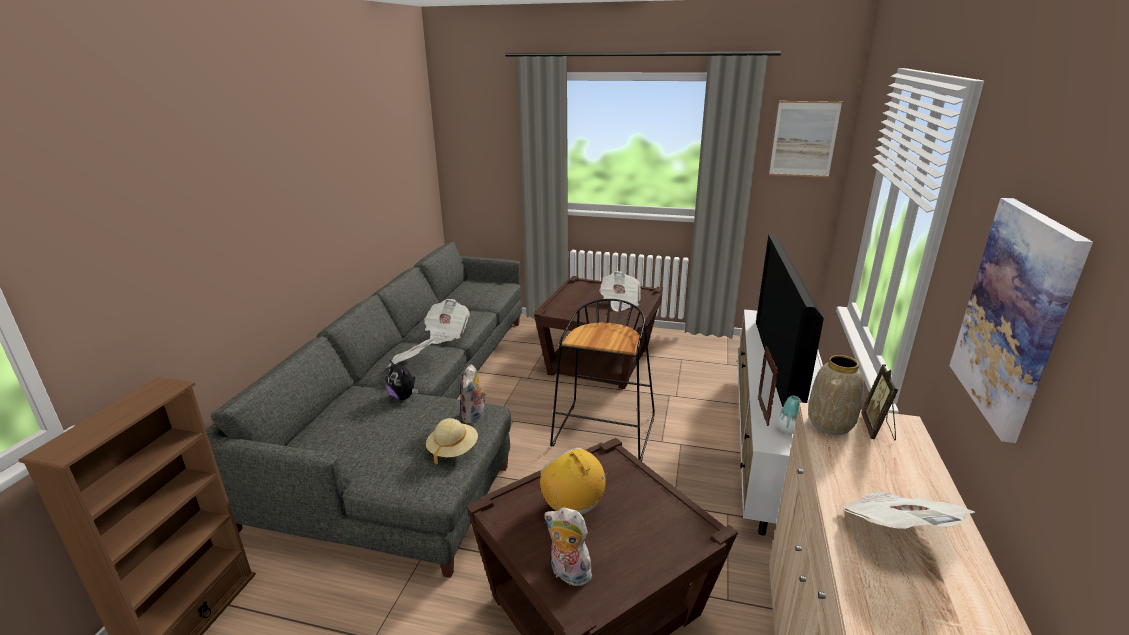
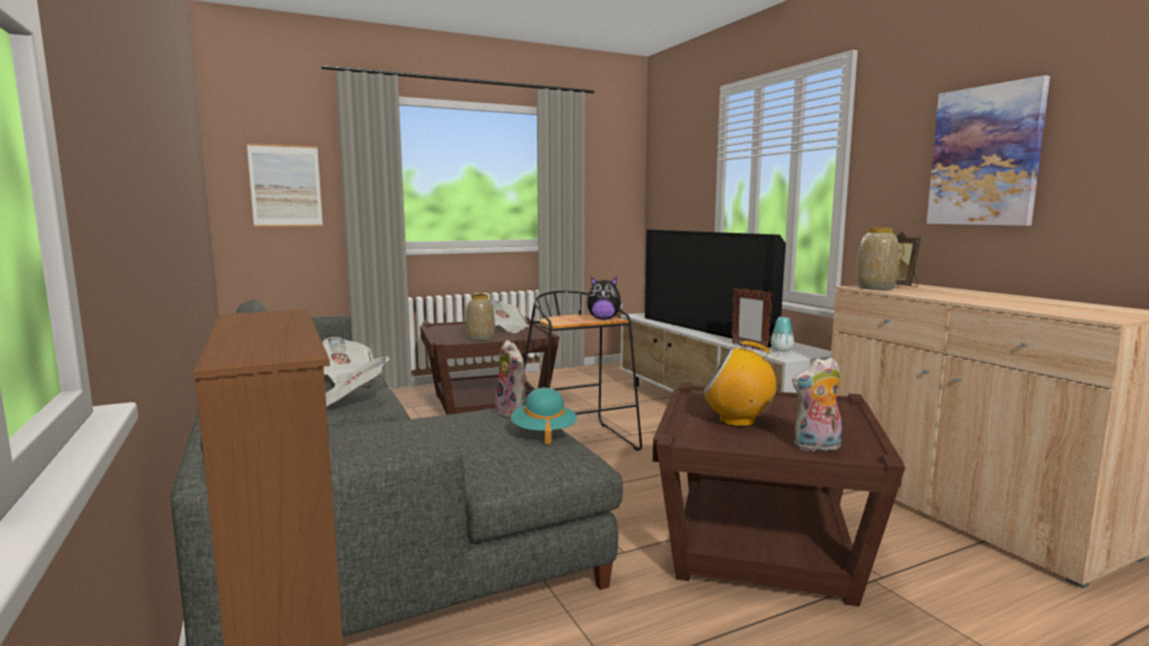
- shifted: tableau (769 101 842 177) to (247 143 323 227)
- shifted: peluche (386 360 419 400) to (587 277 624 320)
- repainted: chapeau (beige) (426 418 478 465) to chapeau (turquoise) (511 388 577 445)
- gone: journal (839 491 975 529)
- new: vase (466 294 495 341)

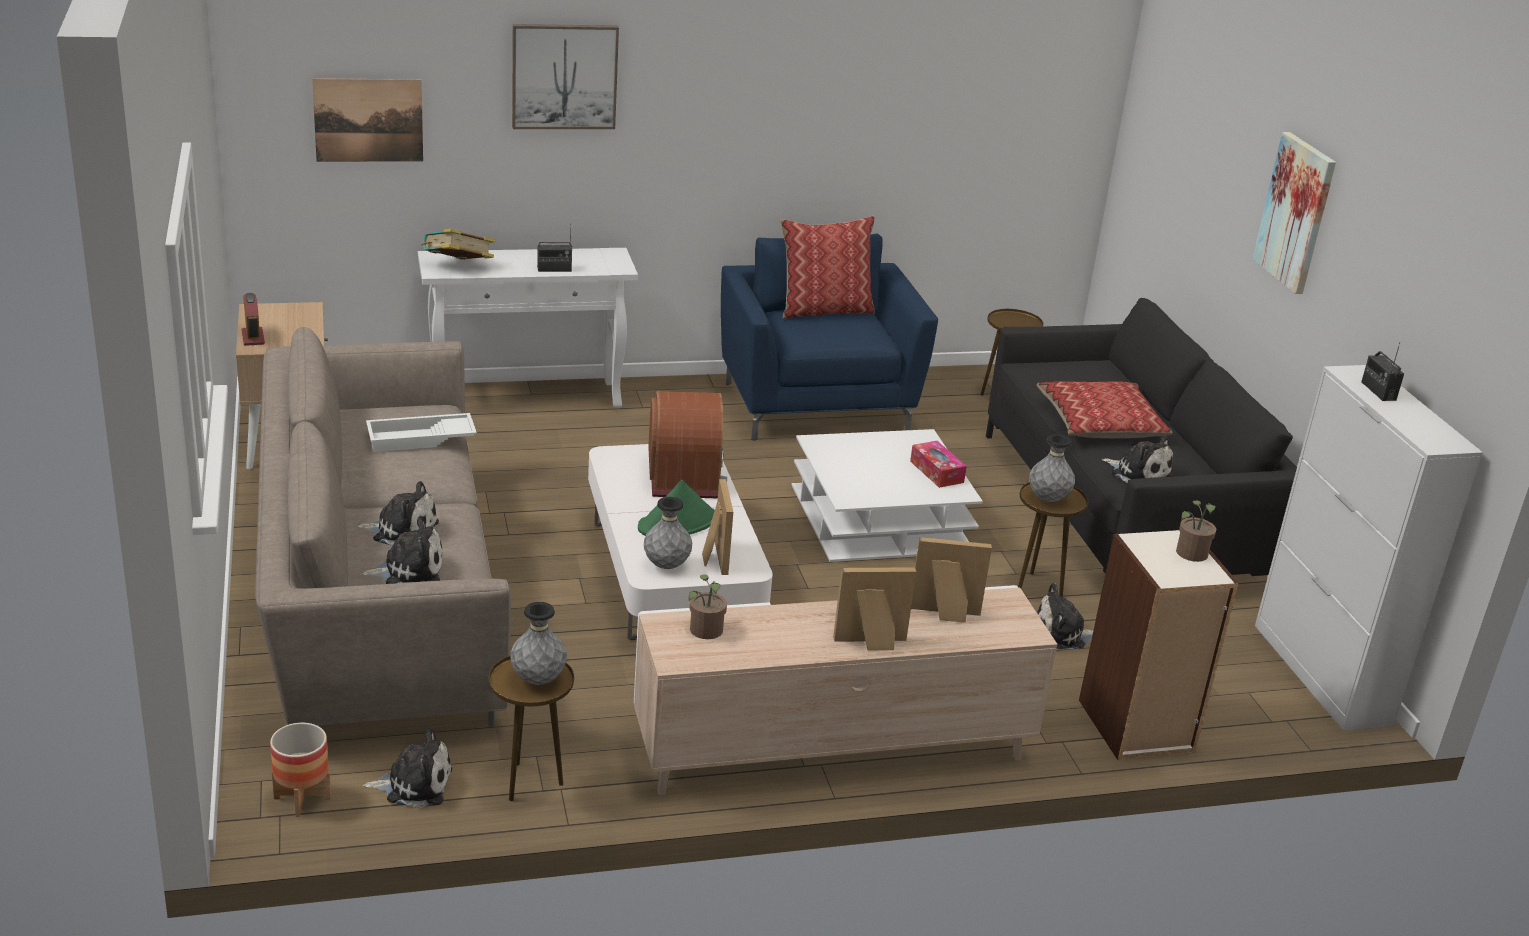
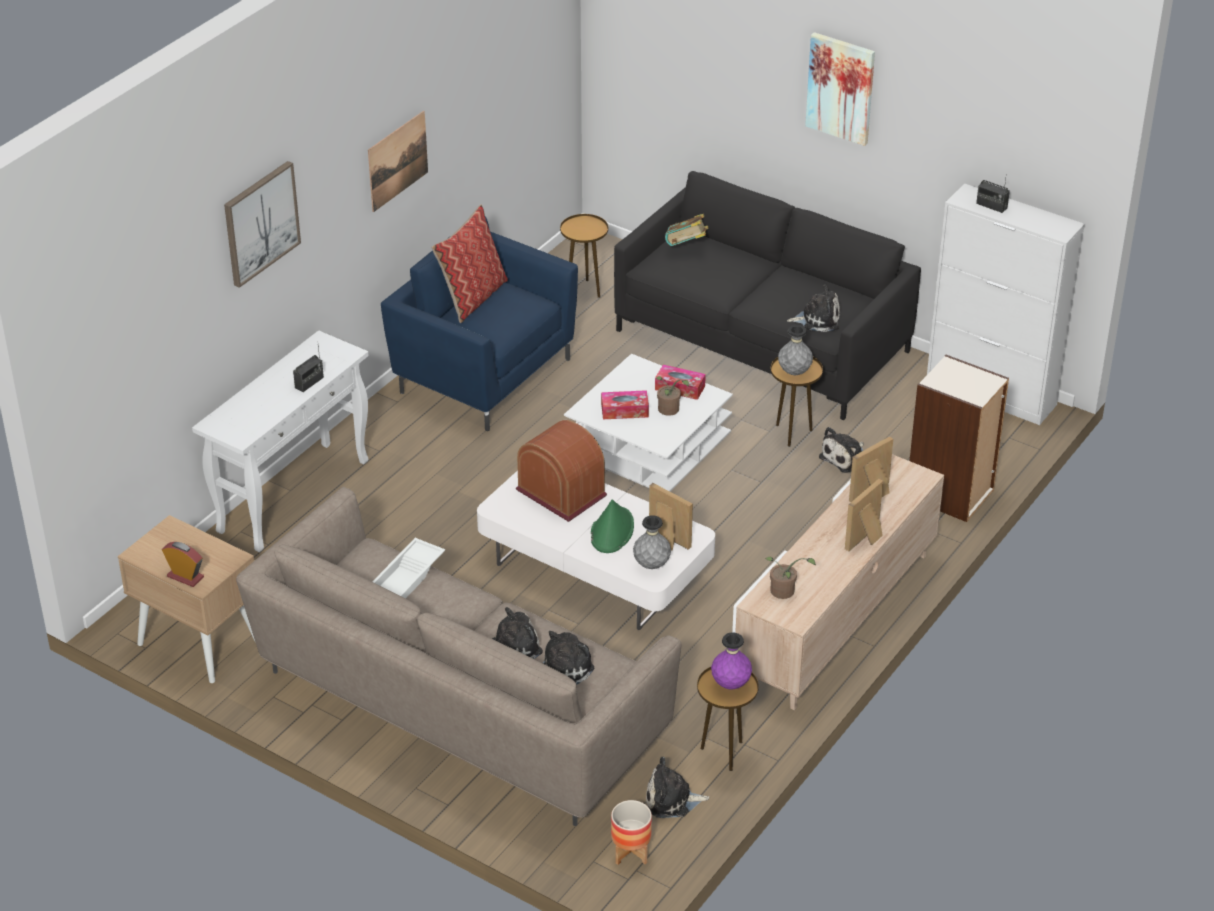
- shifted: tableau (312 78 423 162) to (368 111 428 212)
- shifted: livre (422 229 495 259) to (665 214 708 246)
- gone: coussin (1037 381 1172 438)
- shifted: plante en pot (1176 501 1216 562) to (656 376 689 416)
- repainted: vase (gris) (510 602 567 685) to vase (violet) (711 632 752 689)
- rotated: peluche (363 728 452 808) = (646 757 709 818) 135 degrees counterclockwise
- new: boîte à mouchoirs (601 390 649 419)

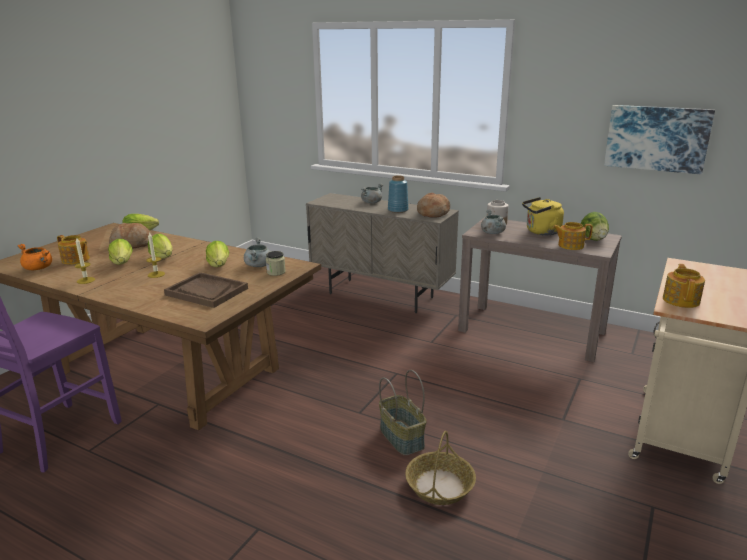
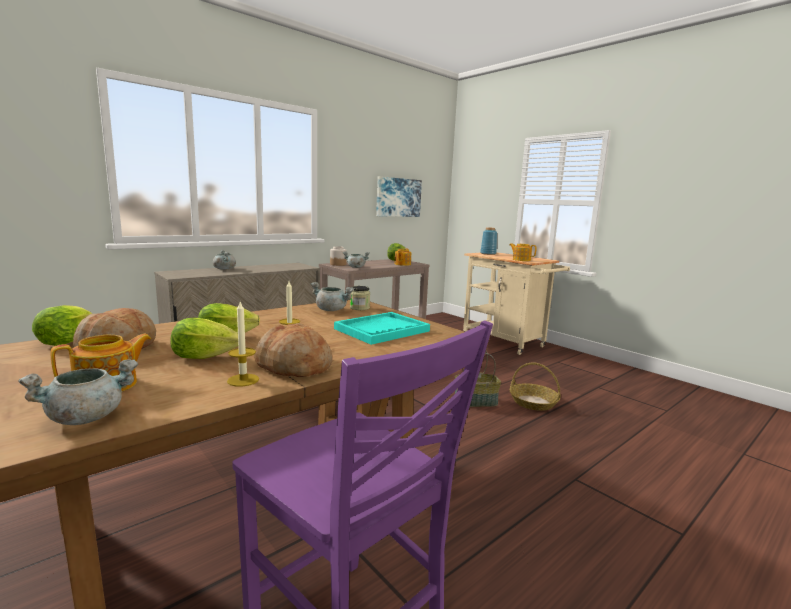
- shifted: vase (bleu) (388 176 409 213) to (480 227 497 255)
- shifted: pain (417 193 450 218) to (254 323 333 377)
- gone: bouilloire (jaune) (522 197 564 235)
- gone: laitue (206 241 229 267)
- repainted: marmite (orange) (17 244 52 270) to marmite (gris) (18 359 138 425)
- repainted: plateau (marron) (164 272 248 308) to plateau (turquoise) (334 312 430 345)

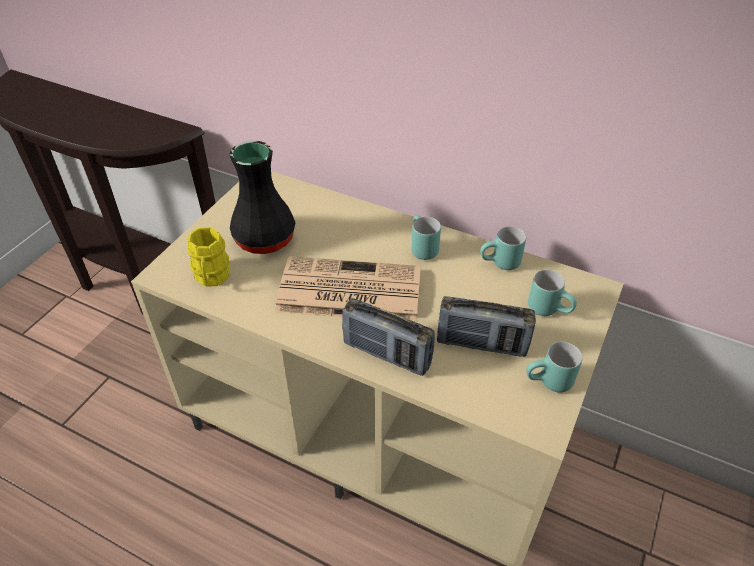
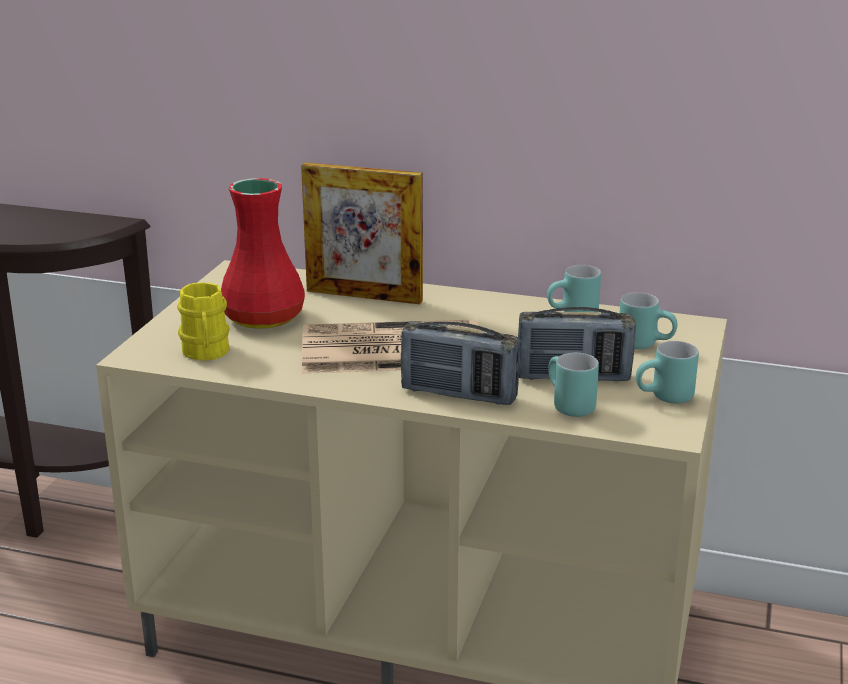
- repainted: vase (noir) (229 141 295 254) to vase (rouge) (221 178 305 329)
- shifted: mug (turquoise) (411 215 441 260) to (548 353 599 417)
- new: cadre photo (301 162 423 304)

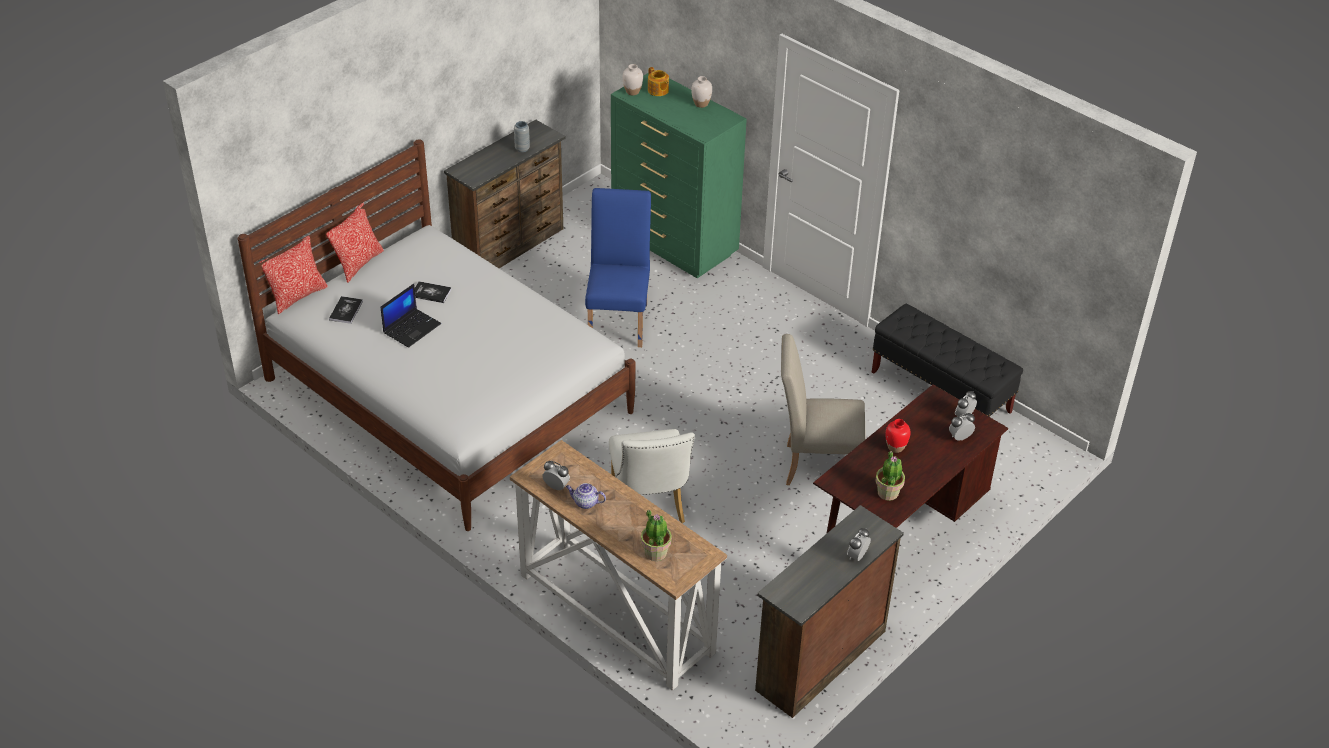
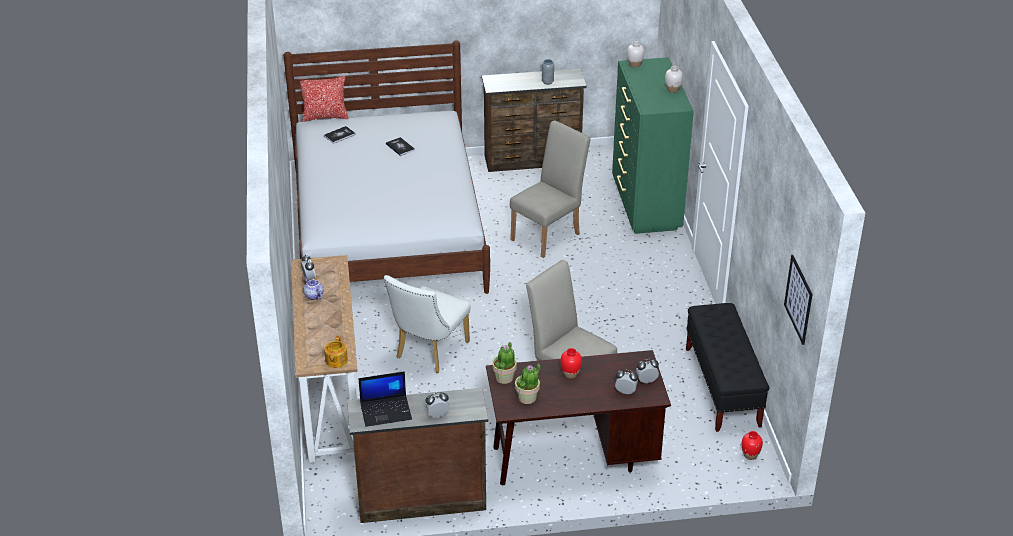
- shifted: théière (648 67 669 96) to (324 335 348 368)
- repainted: chaise (bleu) (585 188 651 347) to chaise (beige) (510 121 591 258)
- gone: coussin (326 203 384 283)
- shifted: ordinateur portable (381 284 441 348) to (358 371 412 427)
- shifted: plante en pot (641 510 672 561) to (492 342 517 384)
- new: tableau (784 255 813 345)
- new: vase (rouge) (742 431 763 460)

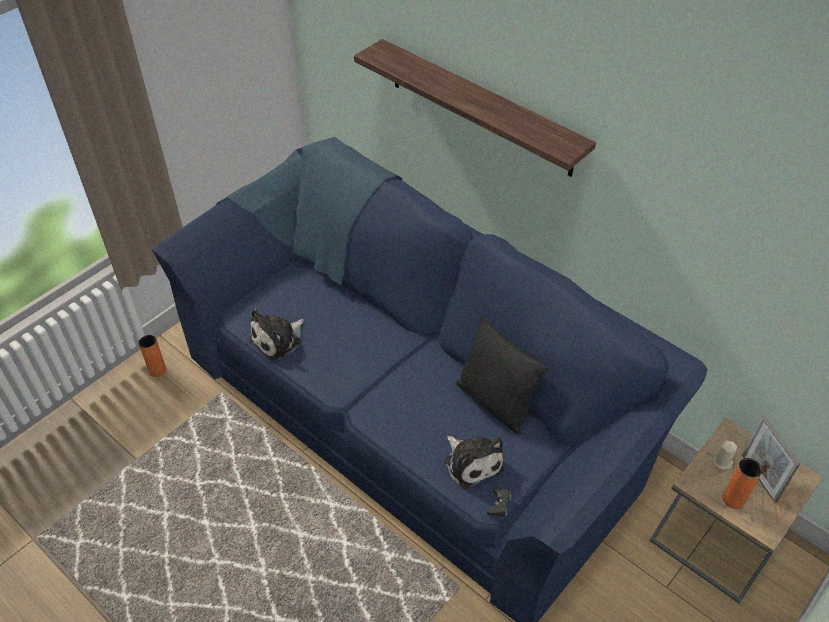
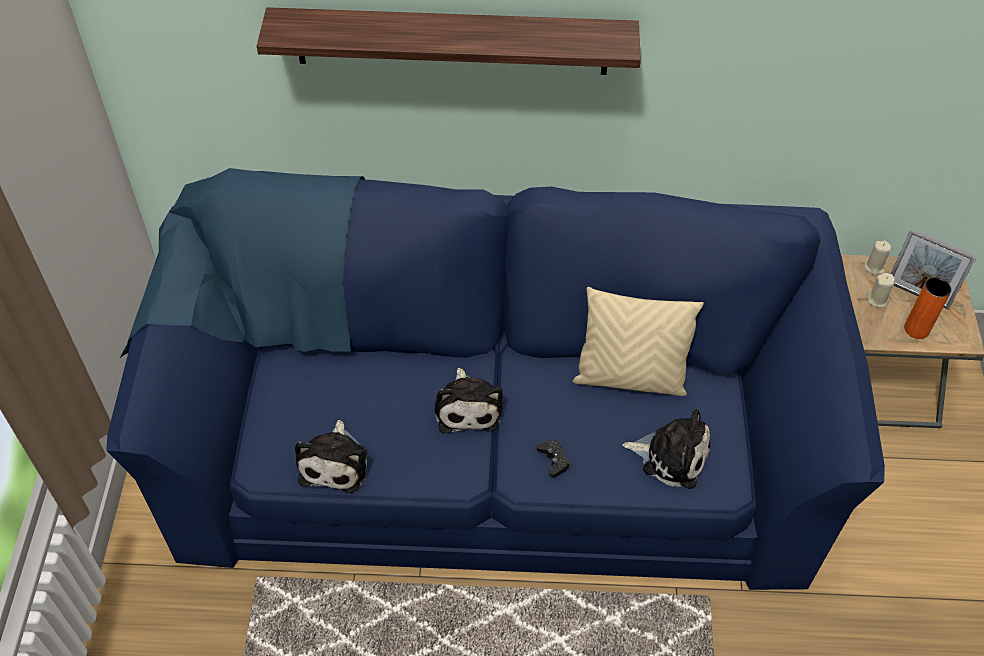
- repainted: coussin (noir) (455 315 549 435) to coussin (beige) (572 287 704 396)
- gone: vase (orange) (139 335 166 377)
- shifted: manette (noir) (487 486 511 517) to (537 440 570 478)
- new: bougie (beige) (865 240 891 275)
- new: peluche (435 368 503 433)

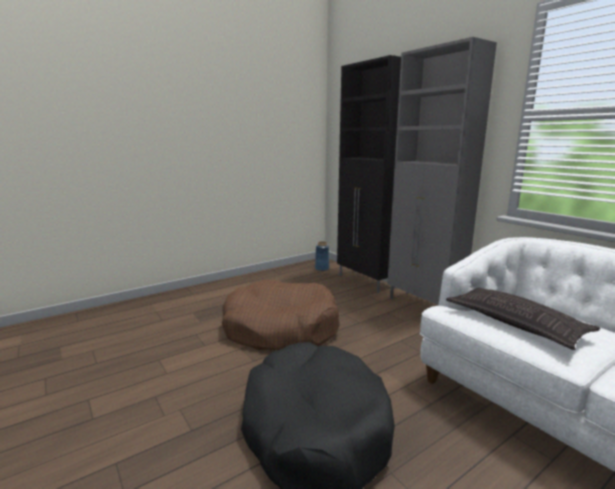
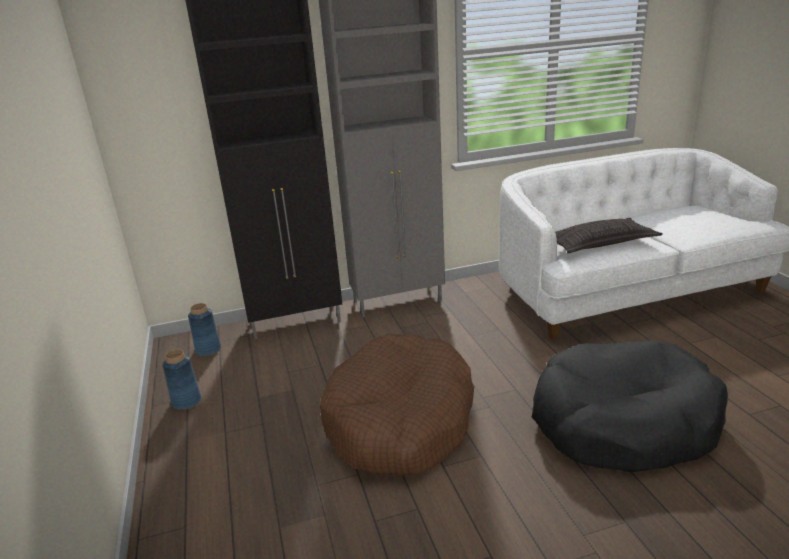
- new: vase (bleu) (162 349 201 410)

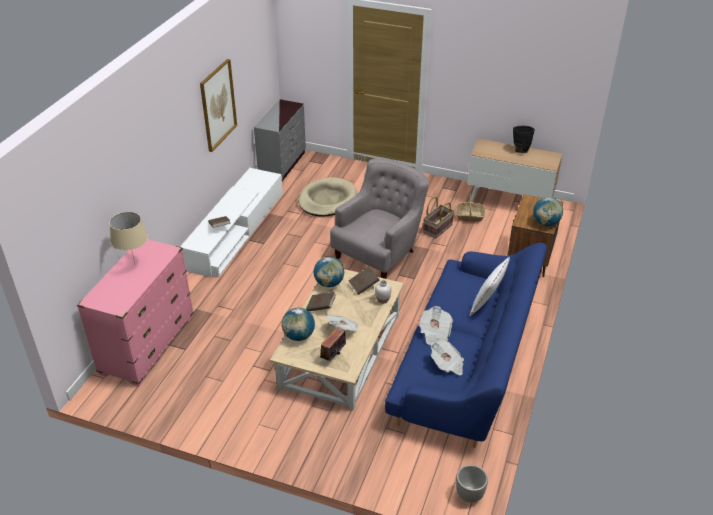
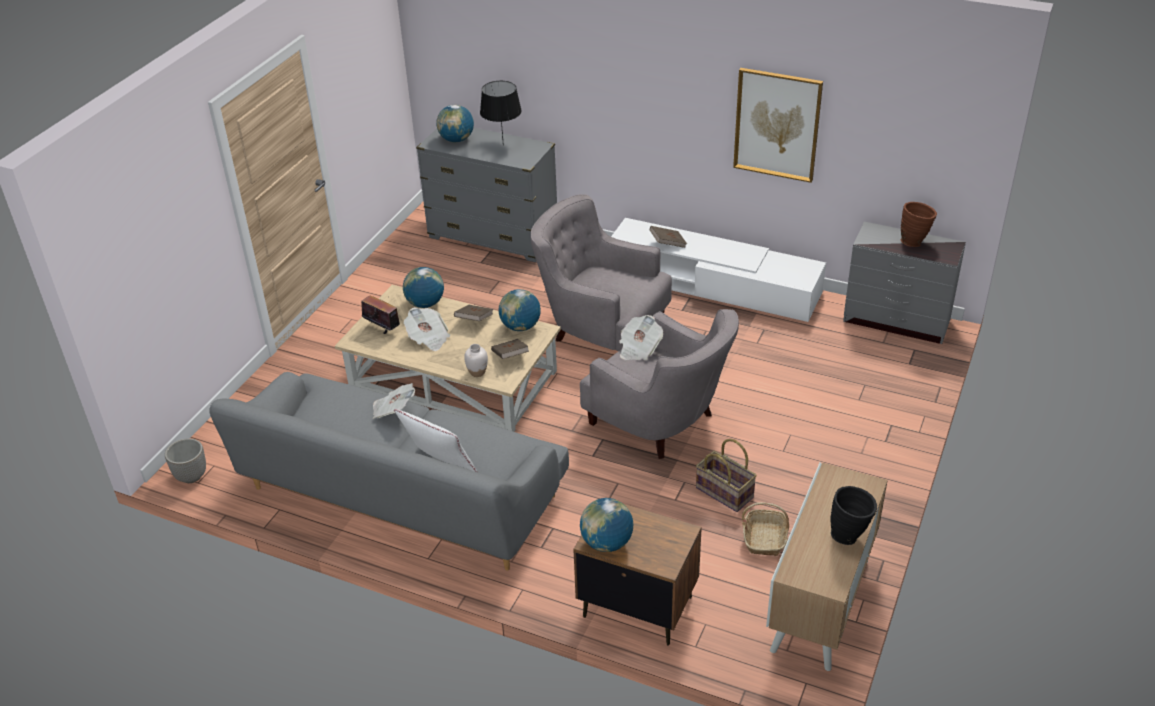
- gone: panier pour chien (beige) (298 177 357 217)
- repainted: lampe de table (beige) (110 212 148 263) to lampe de table (noir) (480 81 522 145)
- repainted: commode (rose) (77 240 194 386) to commode (gris) (416 128 557 262)
- repainted: canapé (bleu) (385 243 547 448) to canapé (gris) (209 372 569 571)
- shifted: journal (431 340 464 375) to (619 315 663 361)
- new: globe (437 105 474 142)
- new: fauteuil (gris) (531 194 672 351)
- new: vase (marron) (901 202 937 247)

